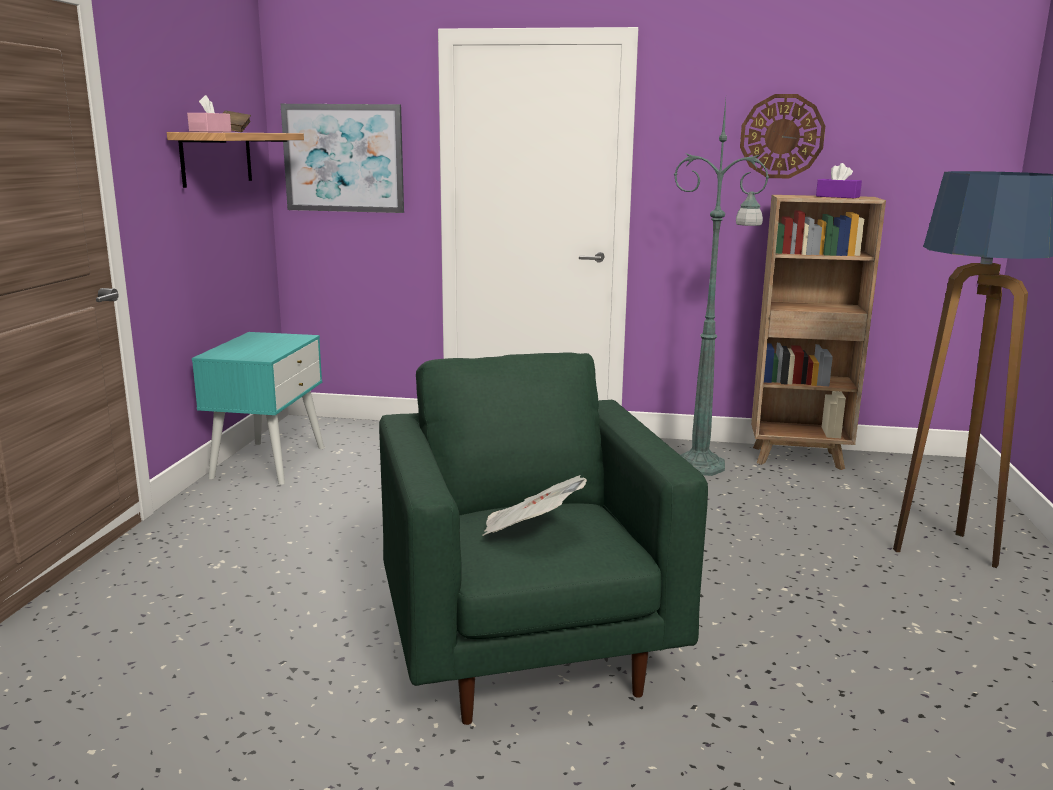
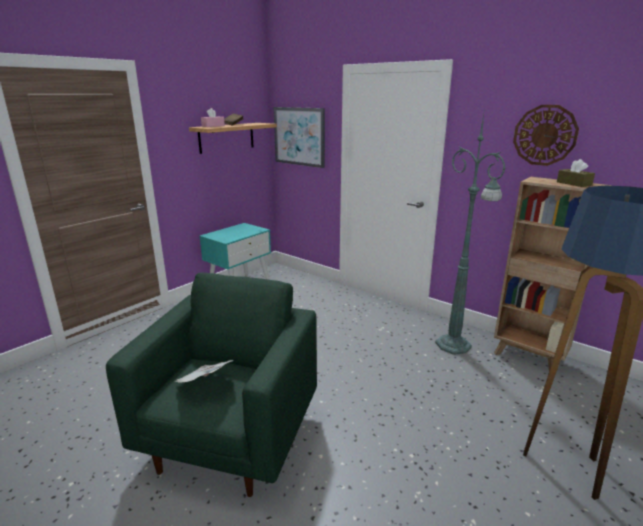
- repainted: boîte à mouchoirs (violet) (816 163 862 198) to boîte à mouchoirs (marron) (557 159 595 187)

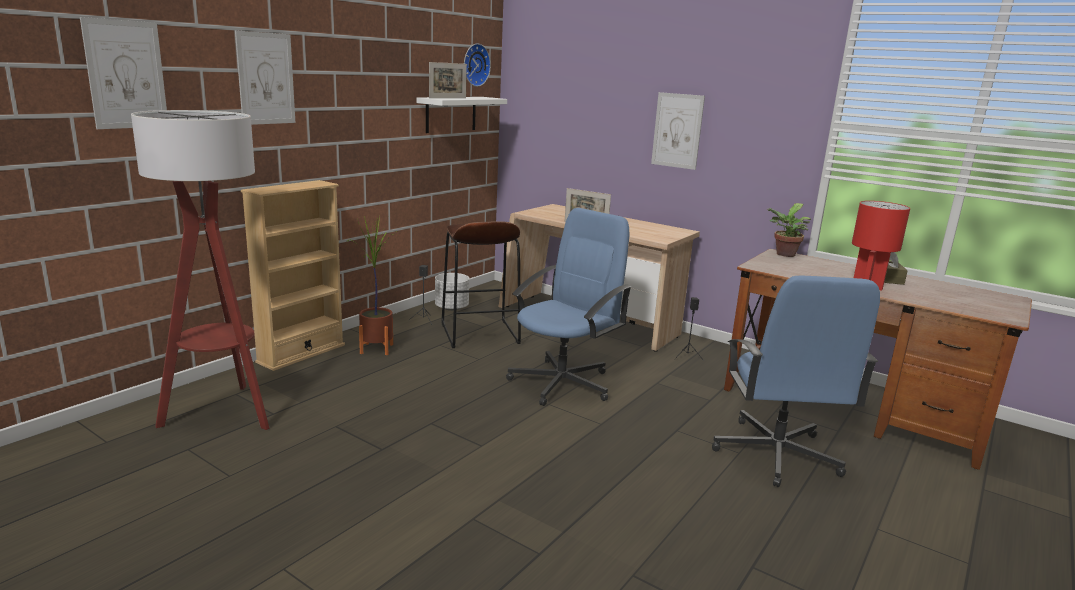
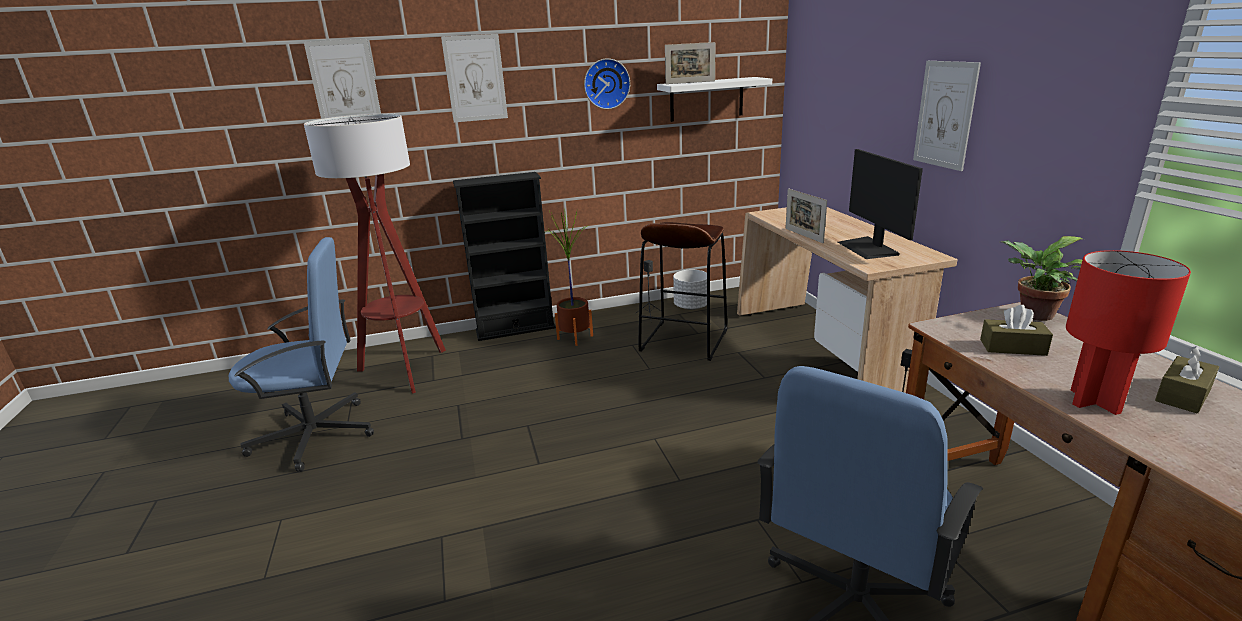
- shifted: horloge murale (464 44 491 87) to (584 58 630 109)
- repainted: bibliothèque (beige) (241 180 345 371) to bibliothèque (noir) (453 172 556 341)
- shifted: chaise de bureau (bleu) (506 208 632 406) to (229 237 374 472)
- new: écran d'ordinateur (838 149 923 259)
- new: boîte à mouchoirs (marron) (980 305 1053 356)

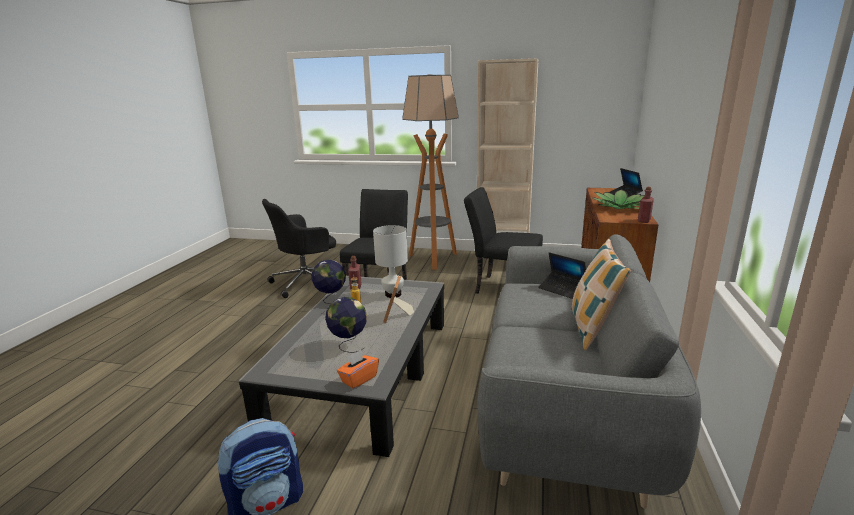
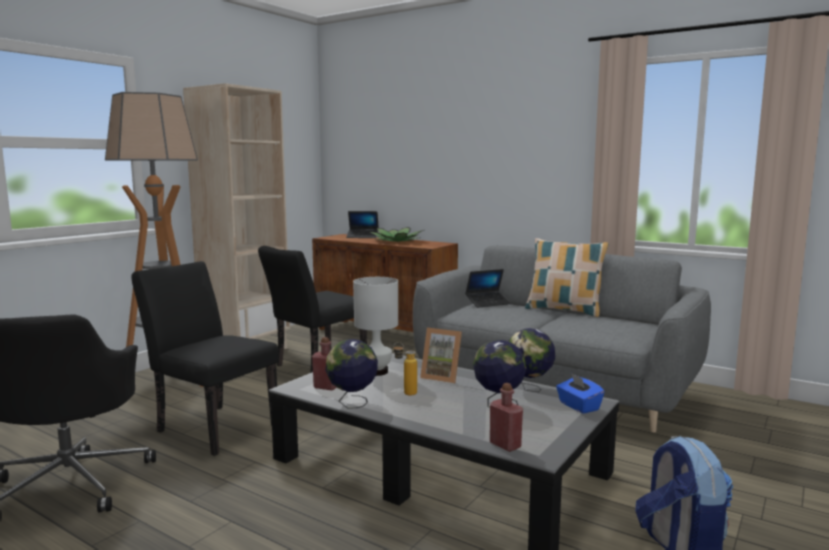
- shifted: bouteille (rouge) (638 187 654 223) to (490 383 523 452)
- repainted: boîte à mouchoirs (orange) (337 350 379 389) to boîte à mouchoirs (bleu) (556 373 605 414)
- new: globe (508 328 555 392)

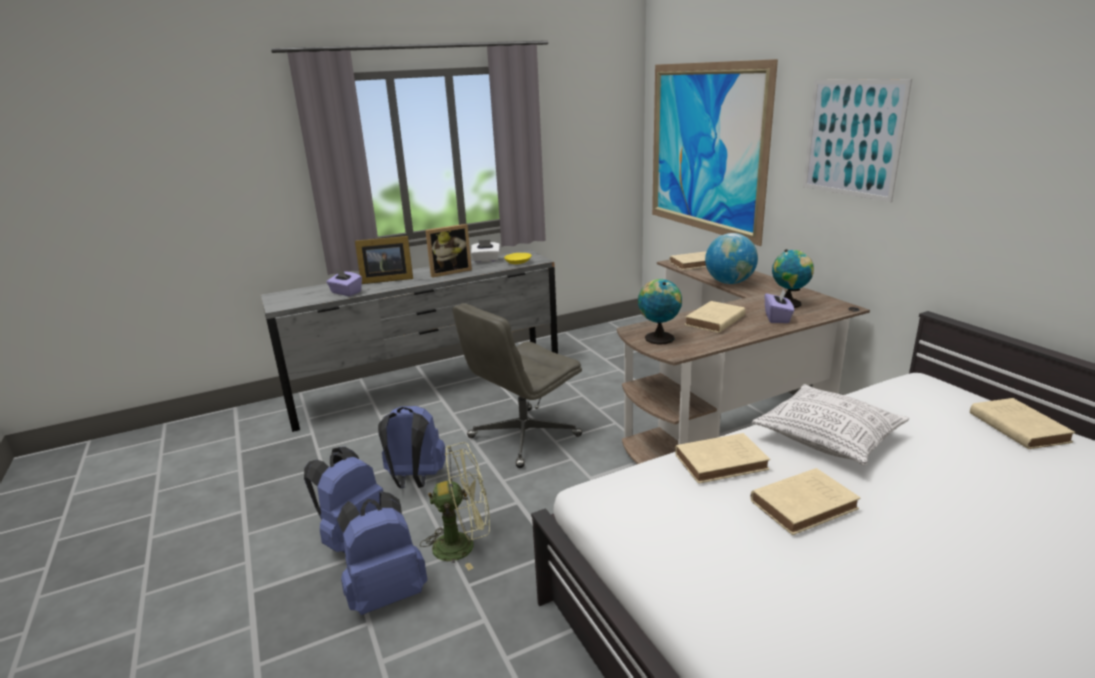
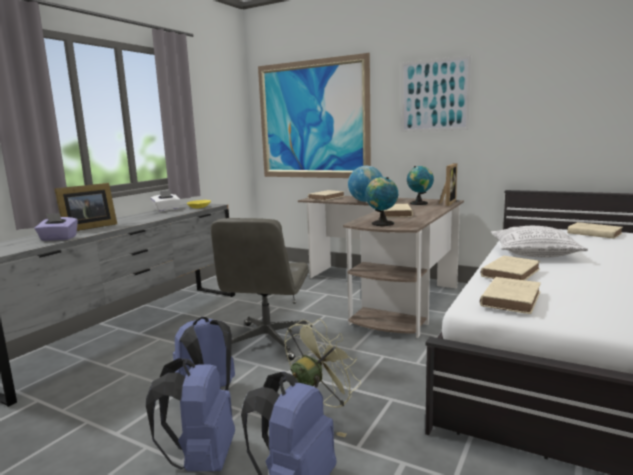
- shifted: cadre photo (425 224 472 278) to (439 163 457 206)
- gone: boîte à mouchoirs (violet) (765 289 794 323)
- shifted: livre (beige) (750 468 861 535) to (480 277 541 314)

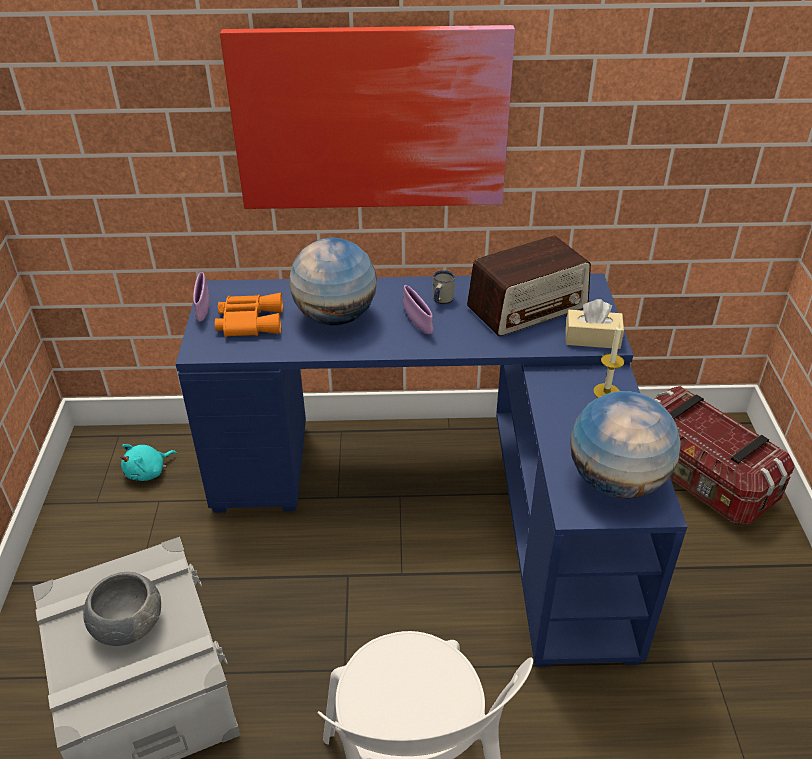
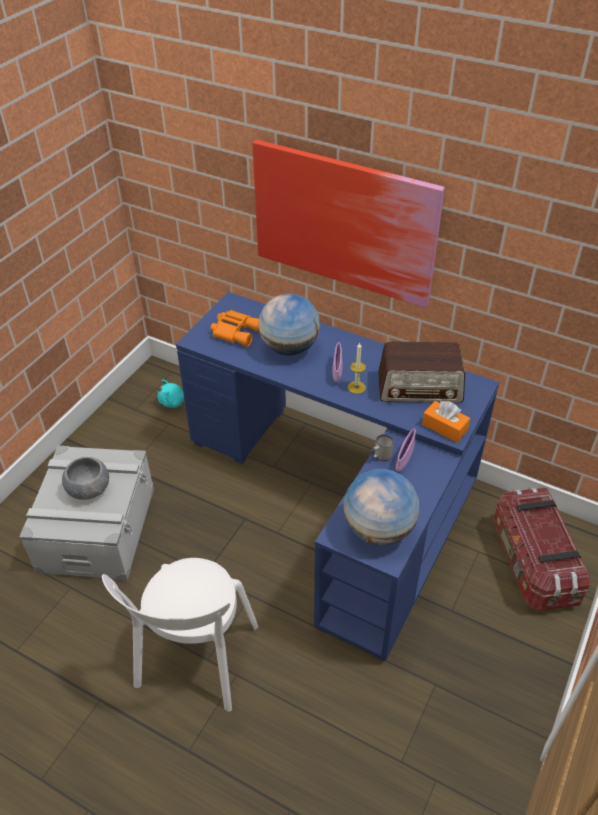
- shifted: mug (blanc) (433 270 455 304) to (371 434 394 461)
- shifted: bol (violet) (193 272 210 322) to (396 429 416 472)
- repainted: boîte à mouchoirs (beige) (566 299 624 349) to boîte à mouchoirs (orange) (422 401 471 443)
- shifted: bougie (593 324 624 398) to (348 342 366 394)

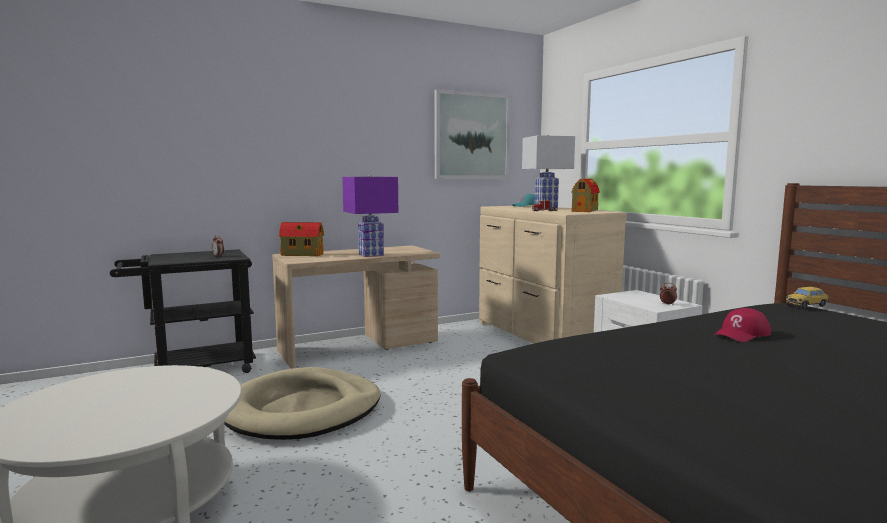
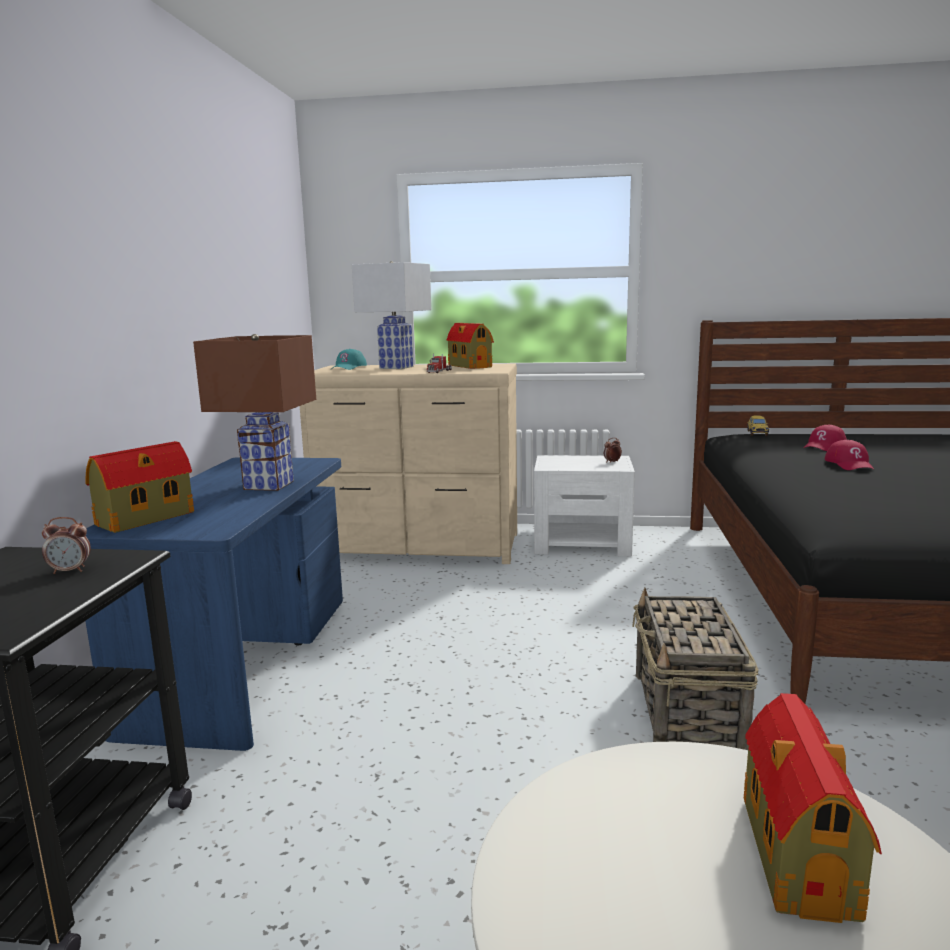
- gone: tableau (434 89 510 179)
- repainted: lampe de table (violet) (342 175 398 257) to lampe de table (marron) (193 334 316 491)
- repainted: bureau (beige) (272 246 440 369) to bureau (bleu) (85 457 343 751)
- gone: panier pour chien (beige) (224 367 380 440)
- new: casquette (rouge) (804 425 847 451)
- new: panier (632 588 759 750)
- new: maison miniature (744 693 882 923)

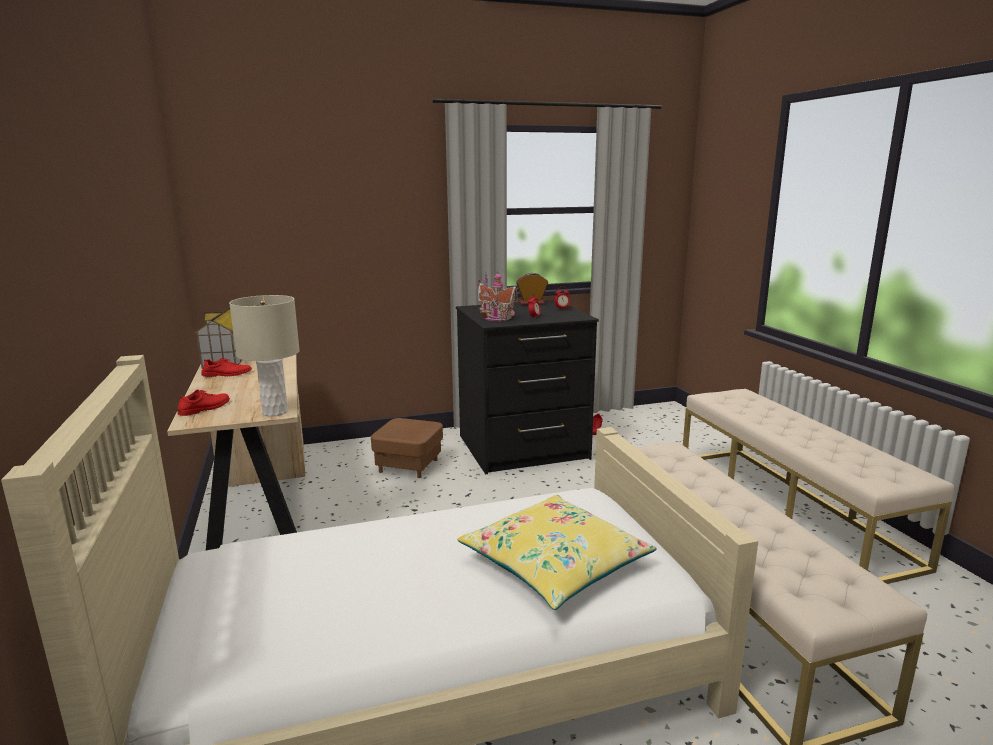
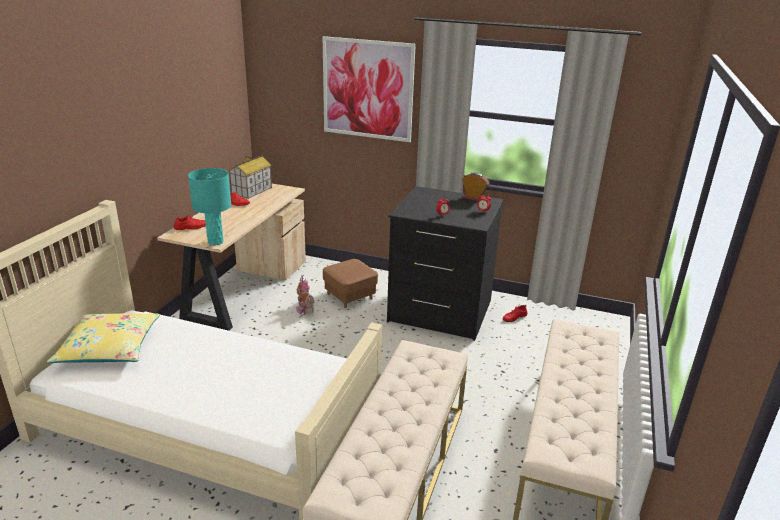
- shifted: maison miniature (477 271 519 322) to (296 276 315 314)
- repainted: lampe de table (beige) (229 295 300 417) to lampe de table (turquoise) (188 168 231 245)
- shifted: coussin (jaune) (457 495 657 610) to (47 313 160 363)
- new: tableau (323 36 416 142)

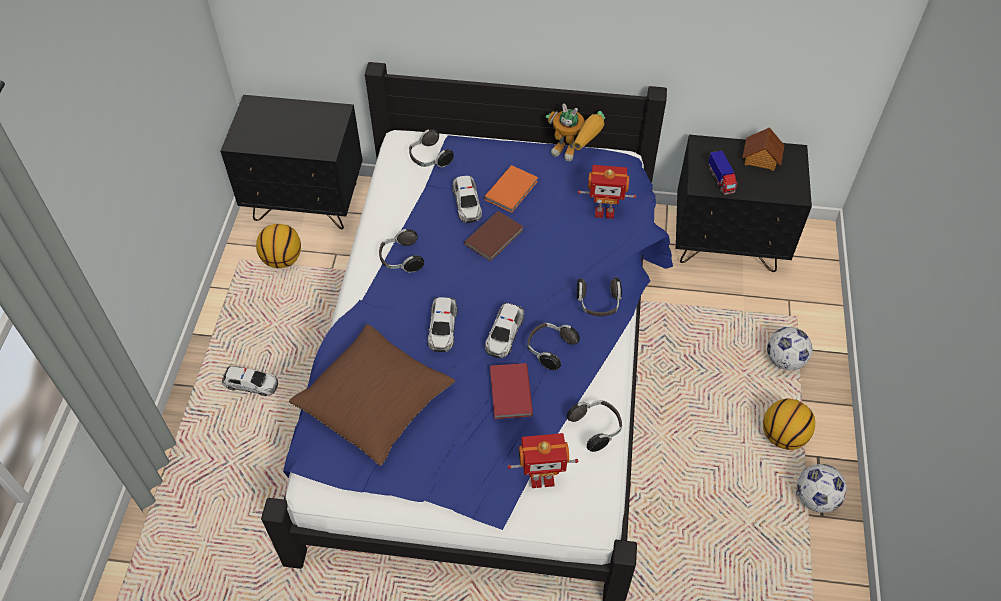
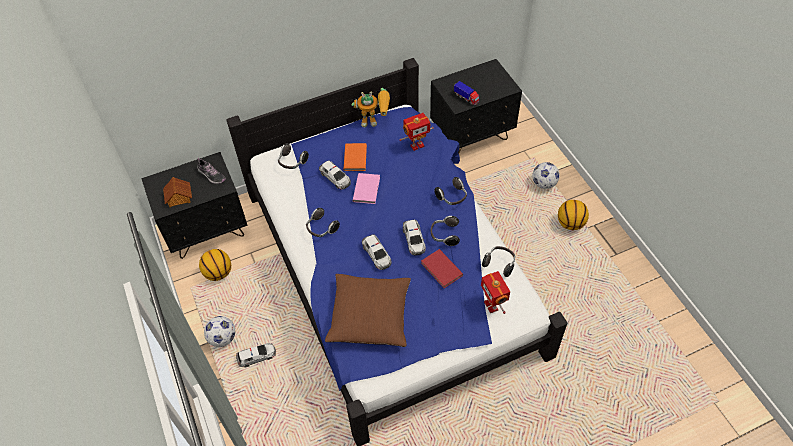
- shifted: maison miniature (742 127 784 171) to (163 177 192 207)
- repainted: livre (marron) (464 211 524 262) to livre (rose) (353 173 380 204)
- rotated: robot jouet (508 433 578 488) = (481 271 510 314) 105 degrees clockwise
- shifted: ballon de foot (797 464 847 513) to (204 316 235 347)
- new: chaussure (197 158 226 184)

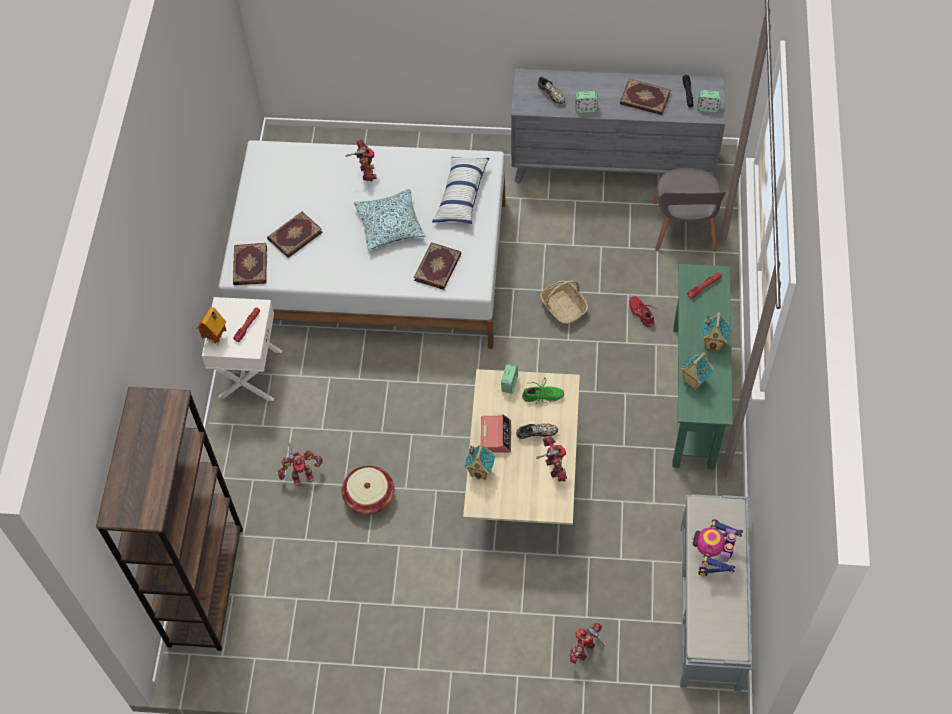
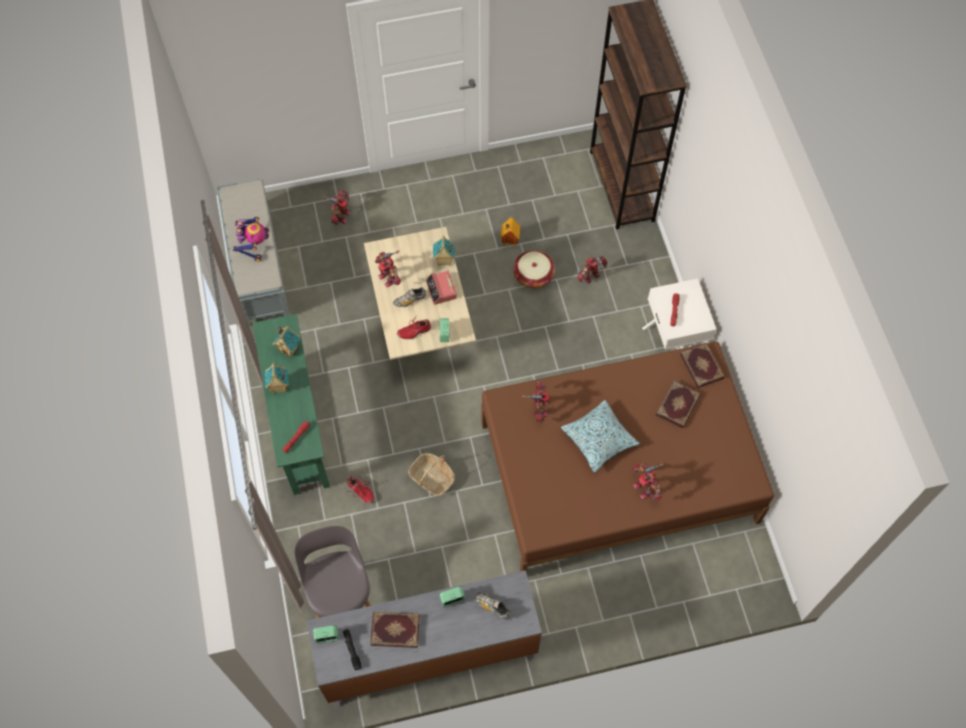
- repainted: lit (blanc) (218 140 505 349) to lit (marron) (481 341 774 573)
- gone: coussin (432 157 490 224)
- swapped: livre (414 242 462 290) to robot jouet (522 381 550 423)
- shifted: maison miniature (196 307 226 345) to (501 218 520 248)
- repainted: chaussure (vert) (522 378 564 403) to chaussure (rouge) (397 317 431 339)

